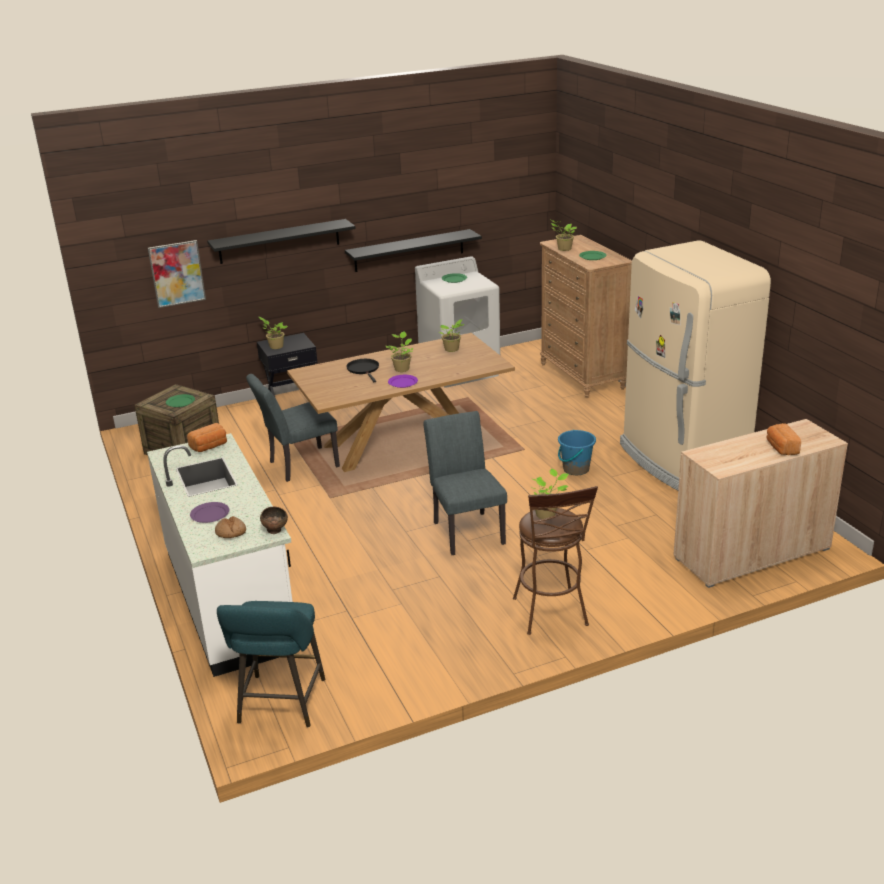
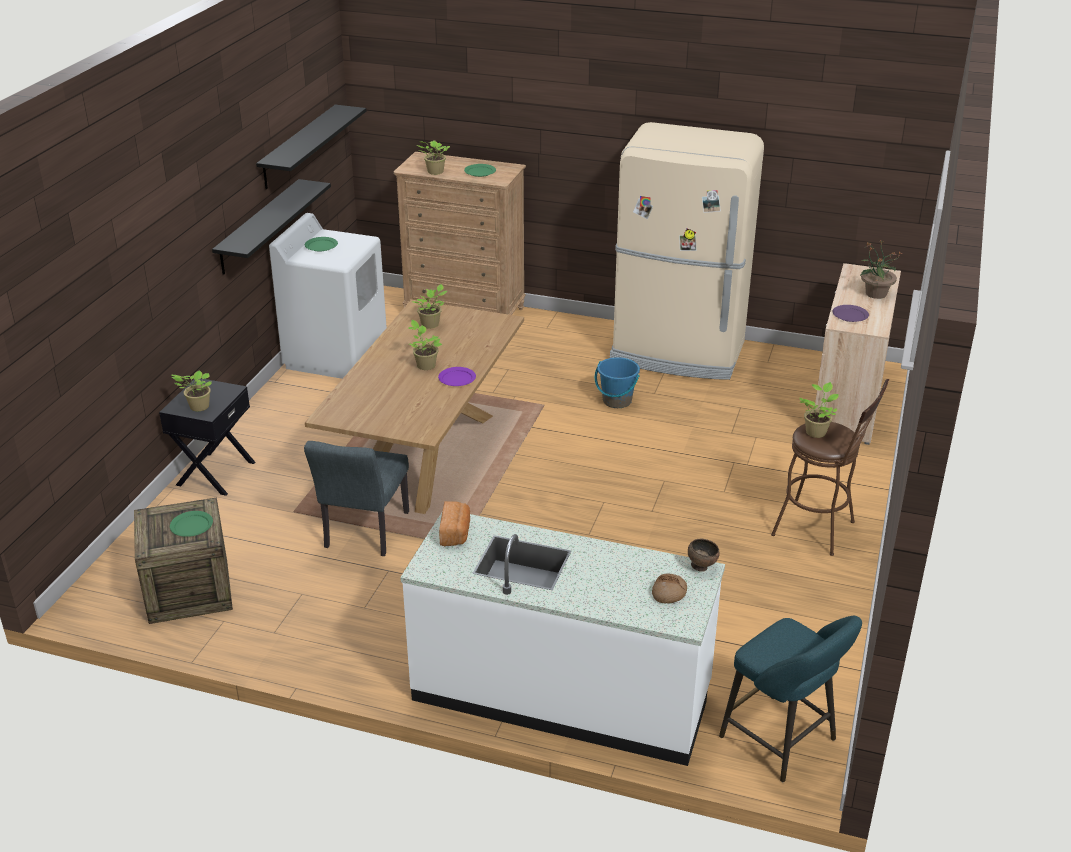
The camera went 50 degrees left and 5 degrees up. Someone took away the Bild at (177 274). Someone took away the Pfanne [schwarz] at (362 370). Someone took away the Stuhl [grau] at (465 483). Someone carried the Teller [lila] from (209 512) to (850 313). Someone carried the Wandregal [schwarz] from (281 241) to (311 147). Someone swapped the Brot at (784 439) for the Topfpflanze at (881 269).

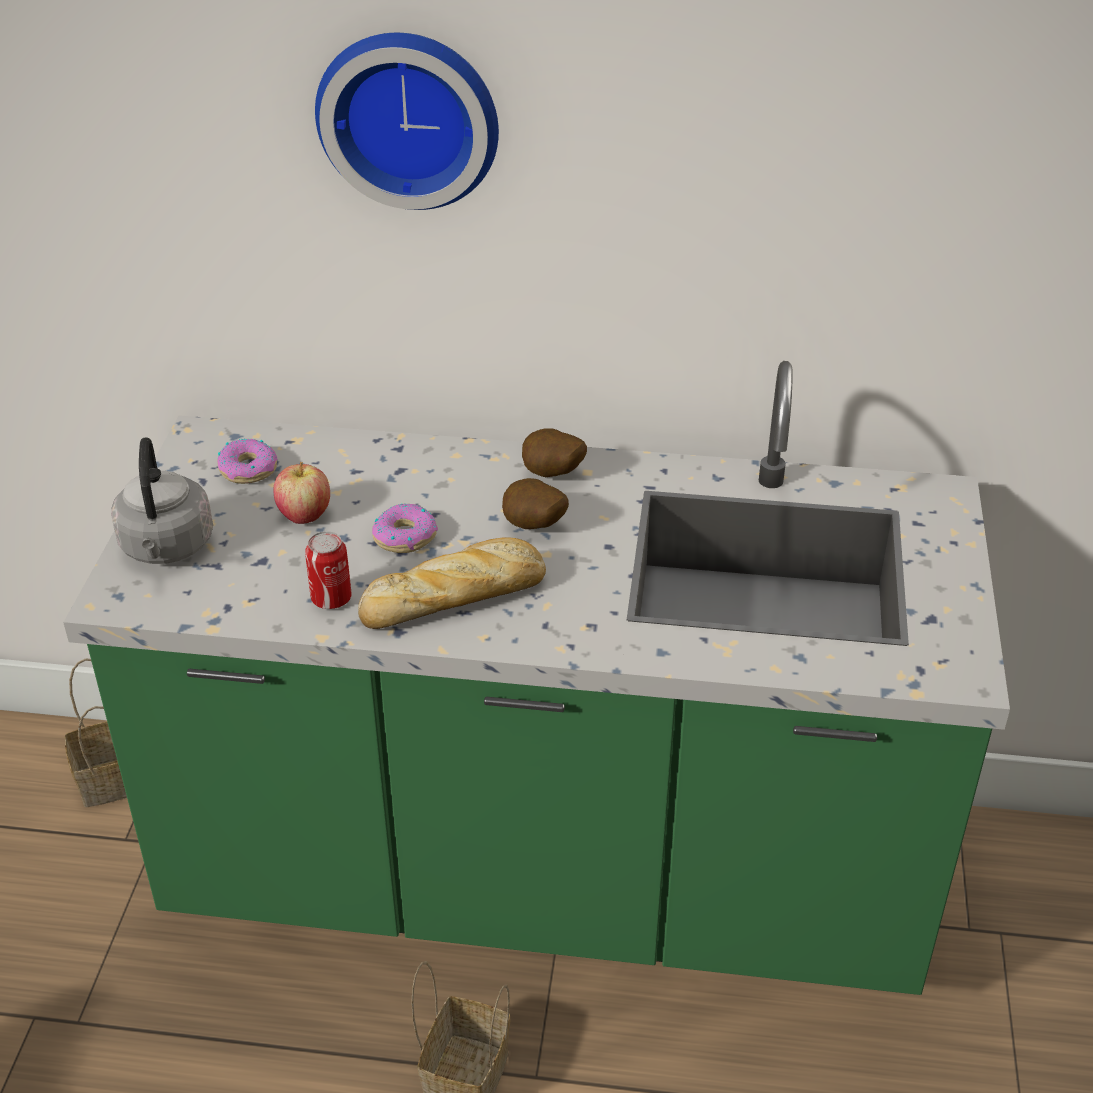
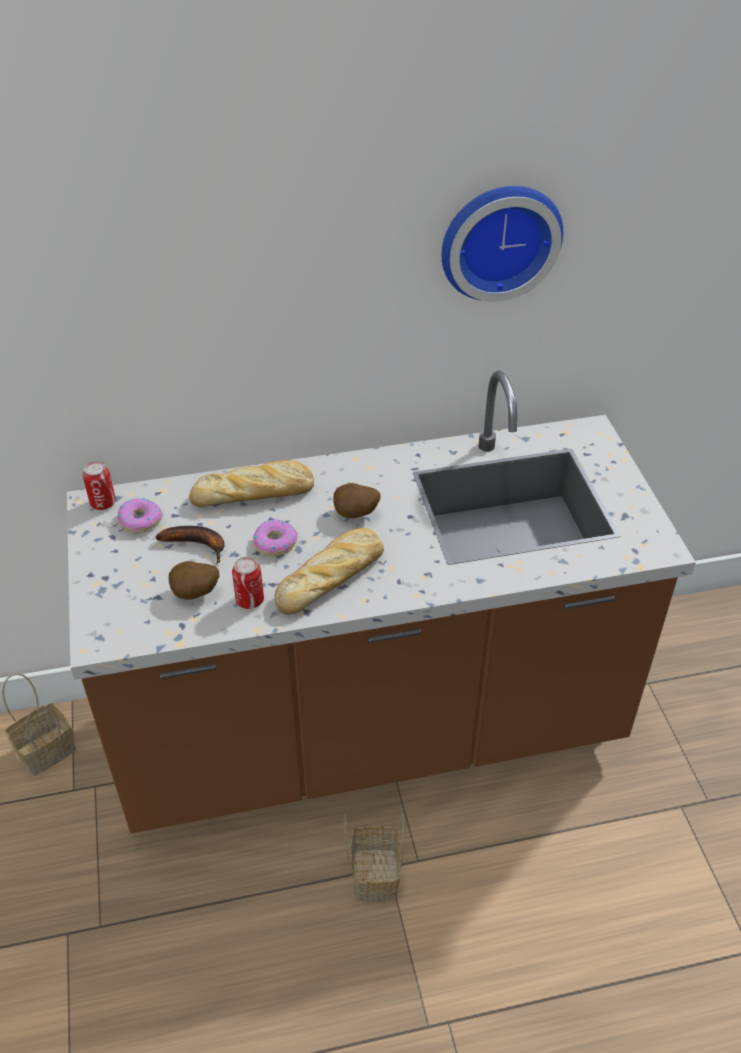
The camera went 20 degrees left and 5 degrees up. Someone took away the Wasserkessel [grau] at (162 500). Someone put down the Dose at (99 485). Someone put down the Brot at (251 483). Someone carried the Wanduhr from (407 121) to (502 244). Someone carried the Kartoffel from (554 452) to (194 580). Someone swapped the Apfel at (301 493) for the Banane at (190 544). Someone repainted the Küchenzeile [grün] at (536 678), which became the Küchenzeile [braun] at (381 602).

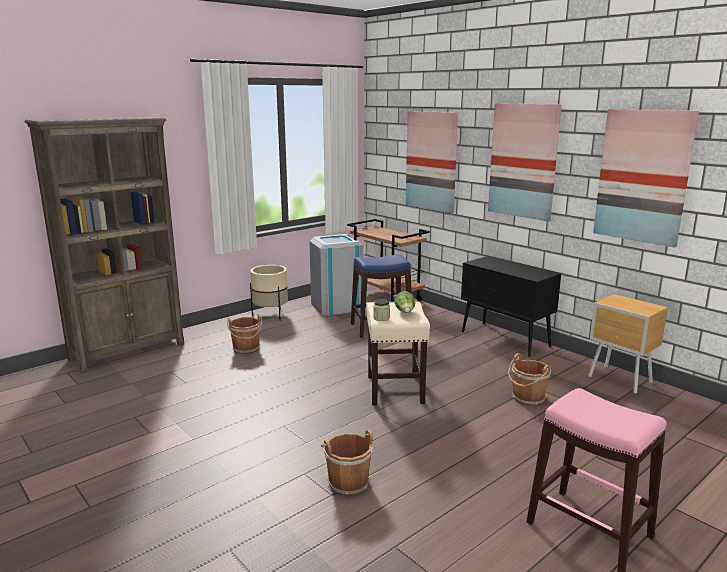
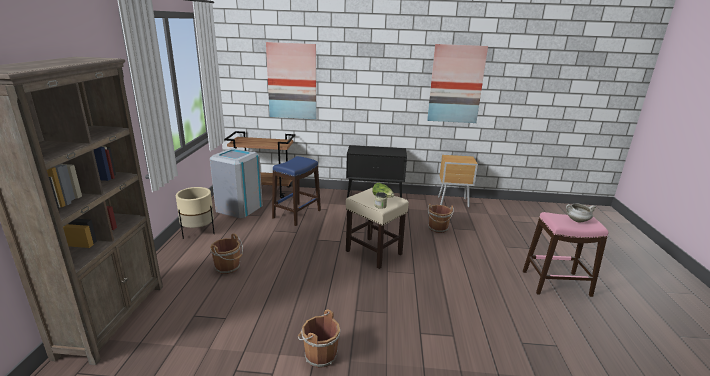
The camera went 45 degrees left and 5 degrees up. Someone took away the Bild at (525 162). Someone put down the Kochtopf [weiß] at (581 212). Someone carried the Eimer [braun] from (347 463) to (319 339).

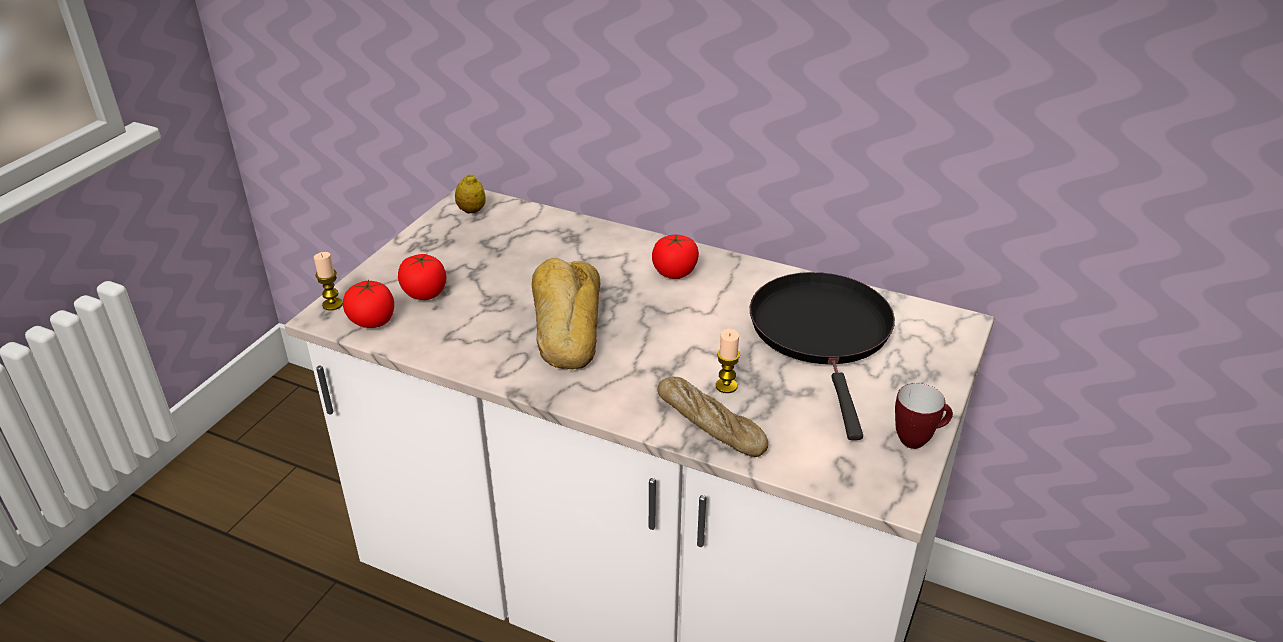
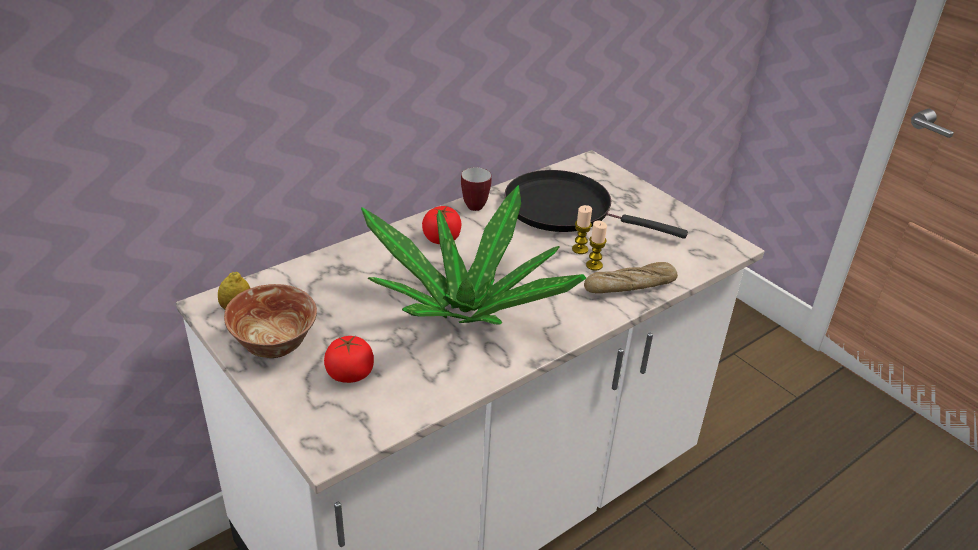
The camera went 65 degrees left and 0 degrees up. Someone took away the Tomate at (368 303). Someone put down the Schüssel at (270 321). Someone carried the Kerze from (328 281) to (582 229). Someone carried the Henkelbecher from (924 416) to (476 189). Someone swapped the Brot at (566 313) for the Topfpflanze at (473 255).

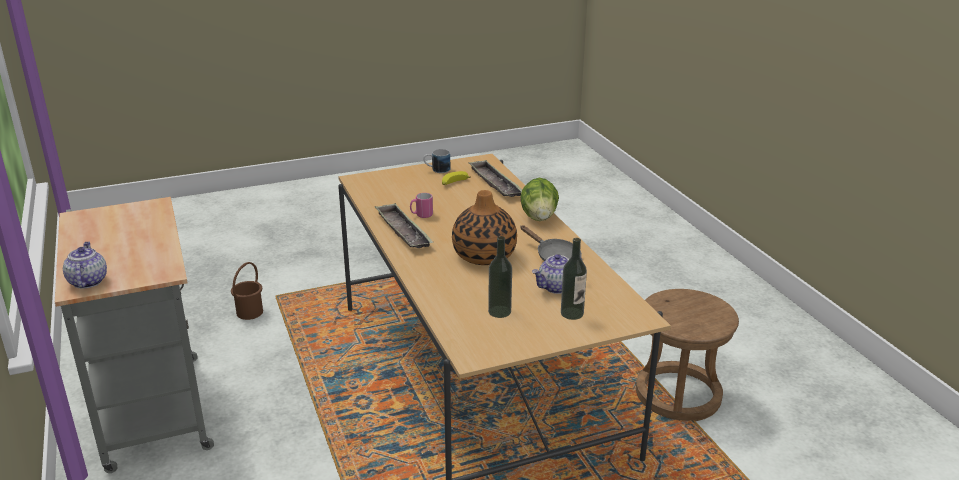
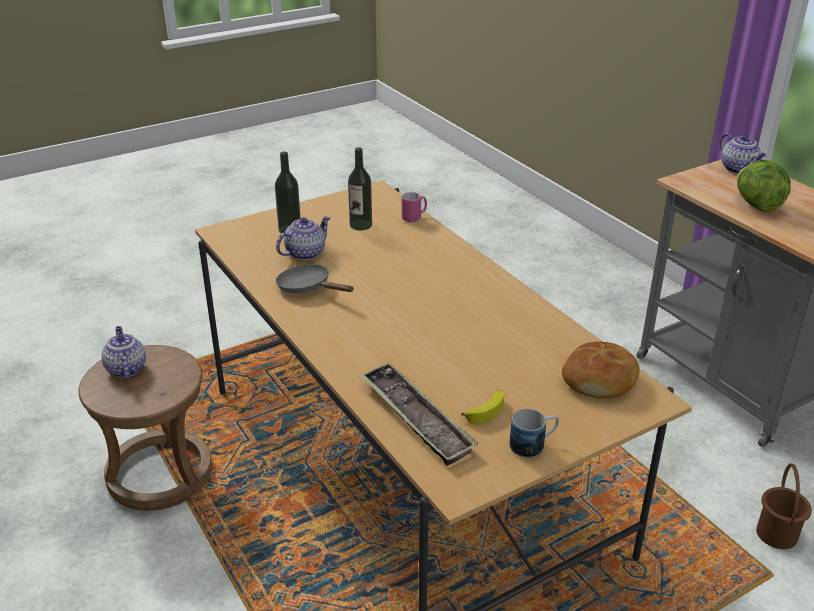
The camera went 170 degrees right and 5 degrees up. Someone took away the Tablett at (404 225). Someone took away the Vase at (484 227). Someone put down the Teekanne at (123 352). Someone put down the Brot at (601 369). Someone carried the Henkelbecher [rosa] from (421 205) to (414 207). Someone carried the Salatkopf from (539 199) to (764 186).

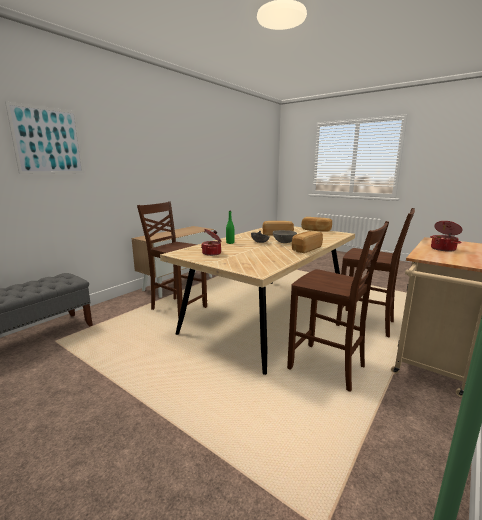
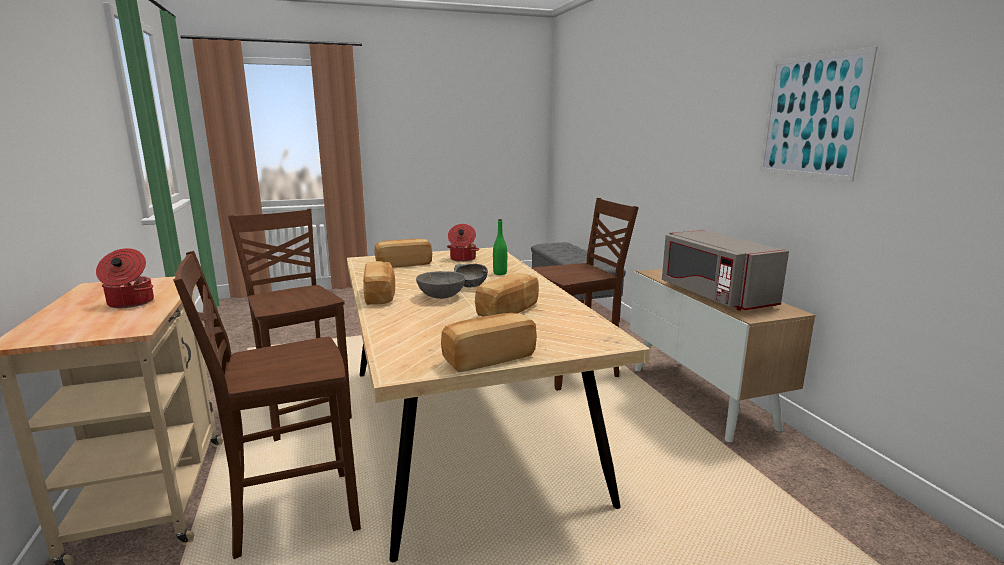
The camera went 125 degrees right and 0 degrees up. Someone put down the Brot at (403 253). Someone put down the Mikrowelle [grau] at (725 270). Someone carried the Bild from (44 137) to (818 114). Someone rotated the Stuhl [braun] at (338 306) by 75 degrees clockwise.

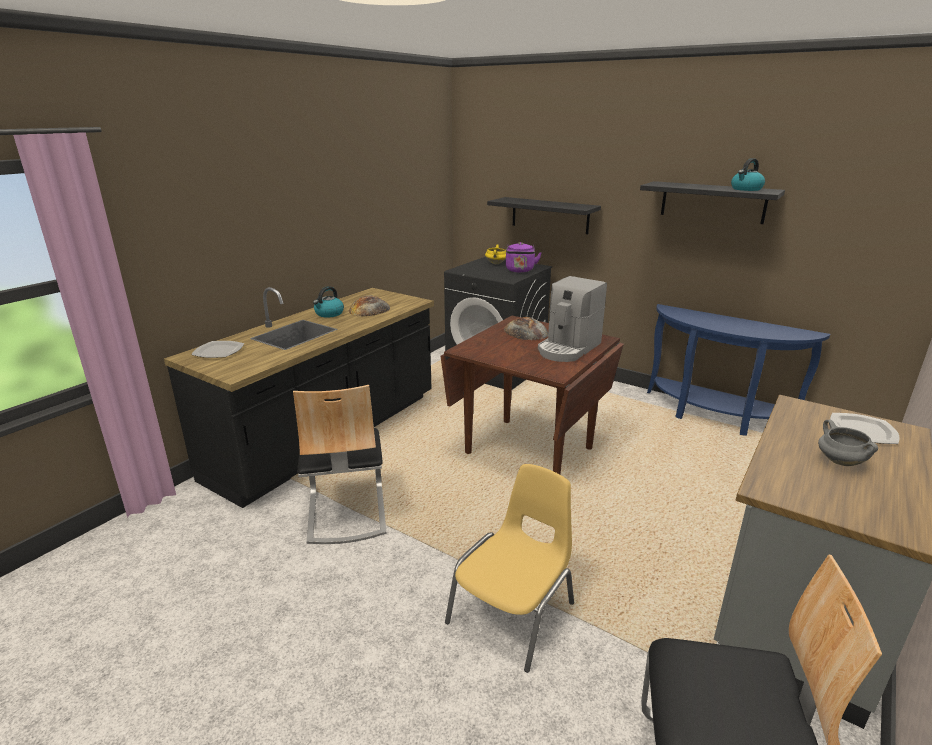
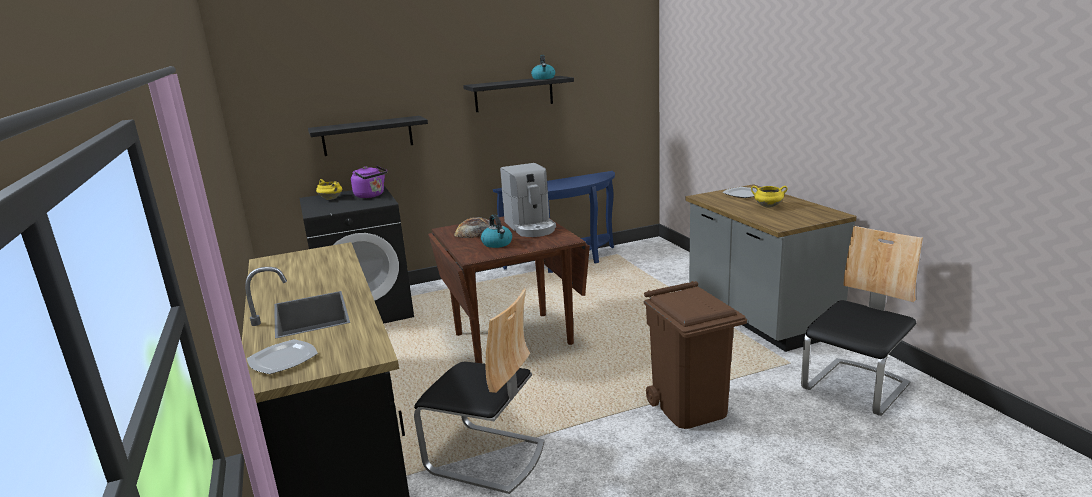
The camera went 55 degrees left and 5 degrees down. Someone took away the Brot at (369 306). Someone carried the Wasserkessel from (328 301) to (496 231). Someone swapped the Stuhl [gelb] at (509 568) for the Mülleimer [braun] at (695 355). Someone repainted the Kochtopf [grau] at (848 442), which became the Kochtopf [gelb] at (769 197).

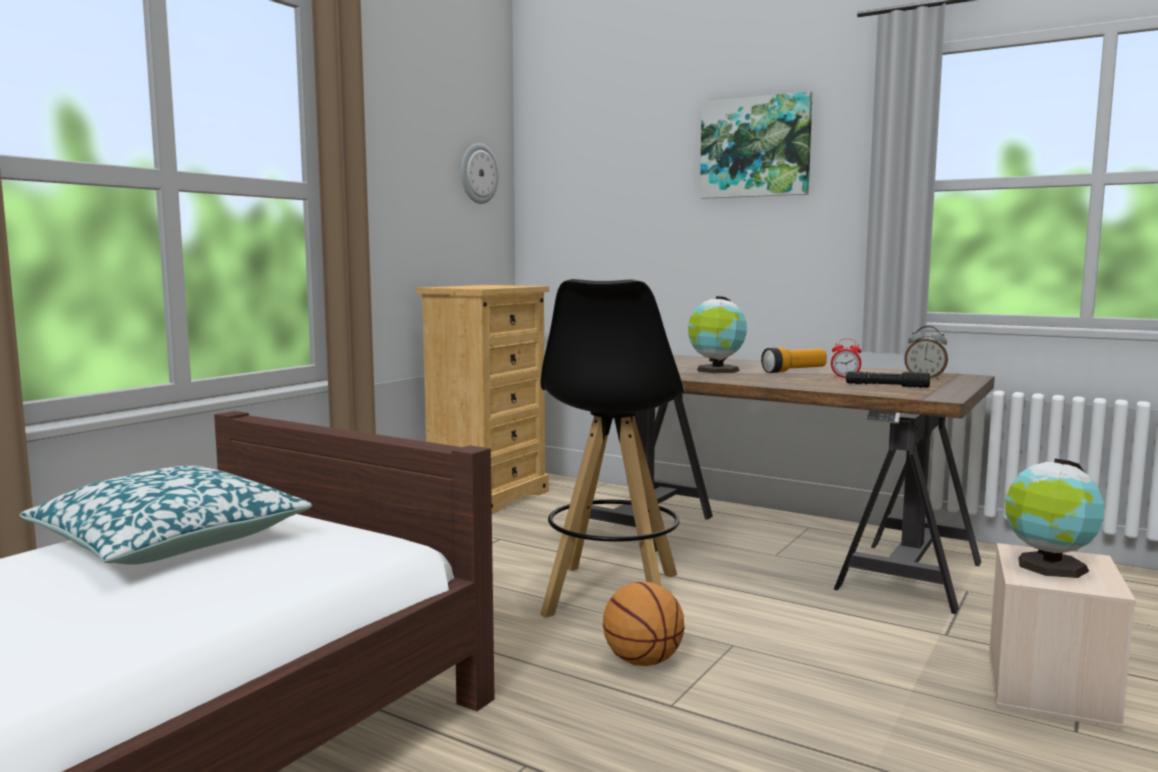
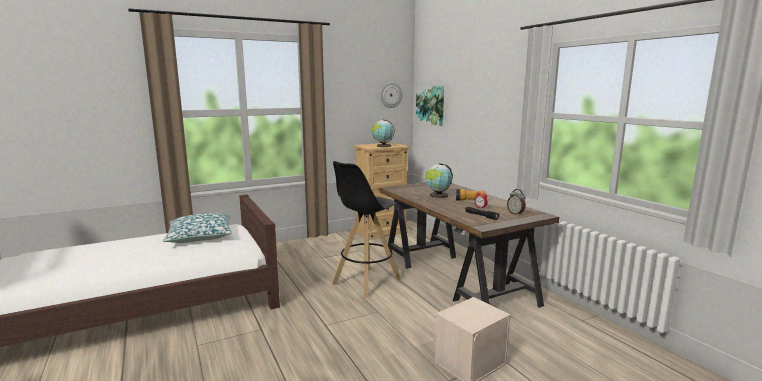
The camera went 30 degrees right and 5 degrees up. Someone took away the Basketball at (644 623). Someone carried the Bild from (756 145) to (430 106). Someone carried the Globus from (1054 518) to (383 133).

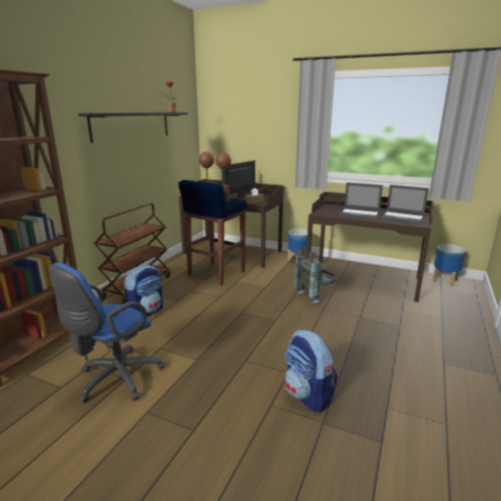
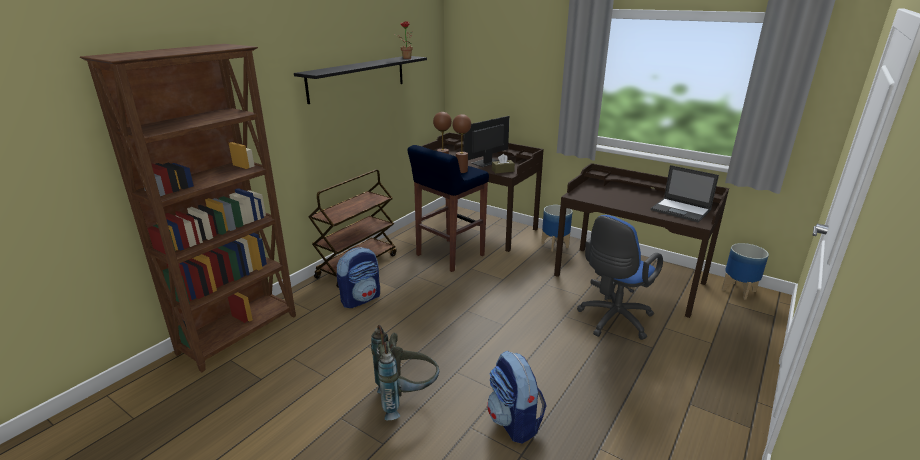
The camera went 10 degrees right and 5 degrees up. Someone took away the Laptop at (361 201). Someone carried the Bürostuhl [blau] from (107 333) to (620 277). Someone carried the Rucksack [grau] from (316 275) to (405 372).

